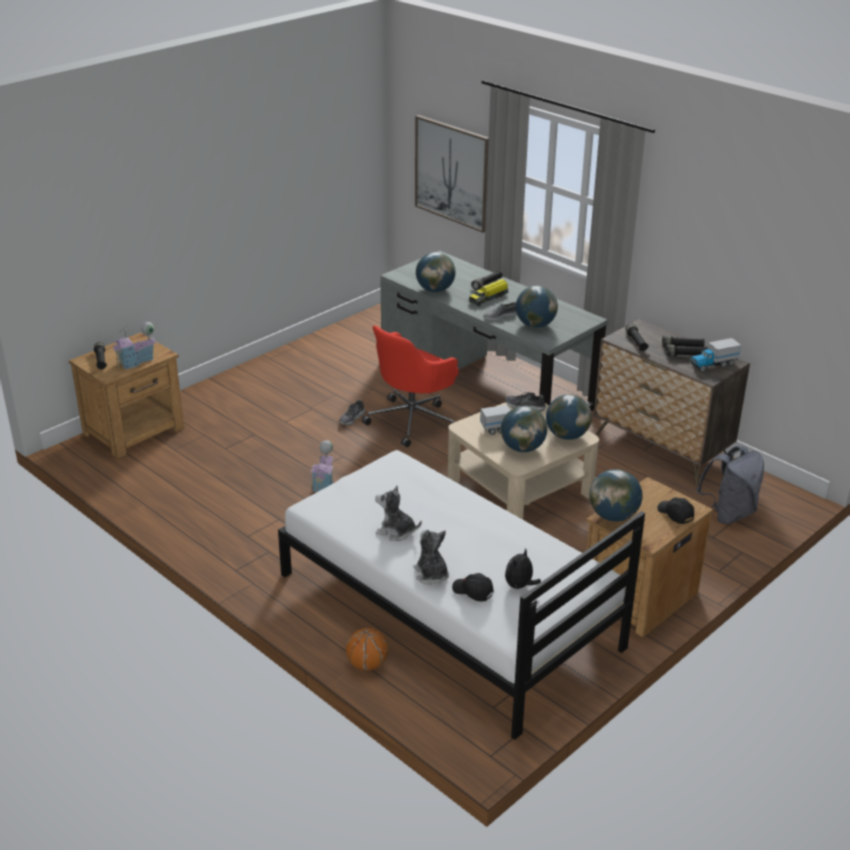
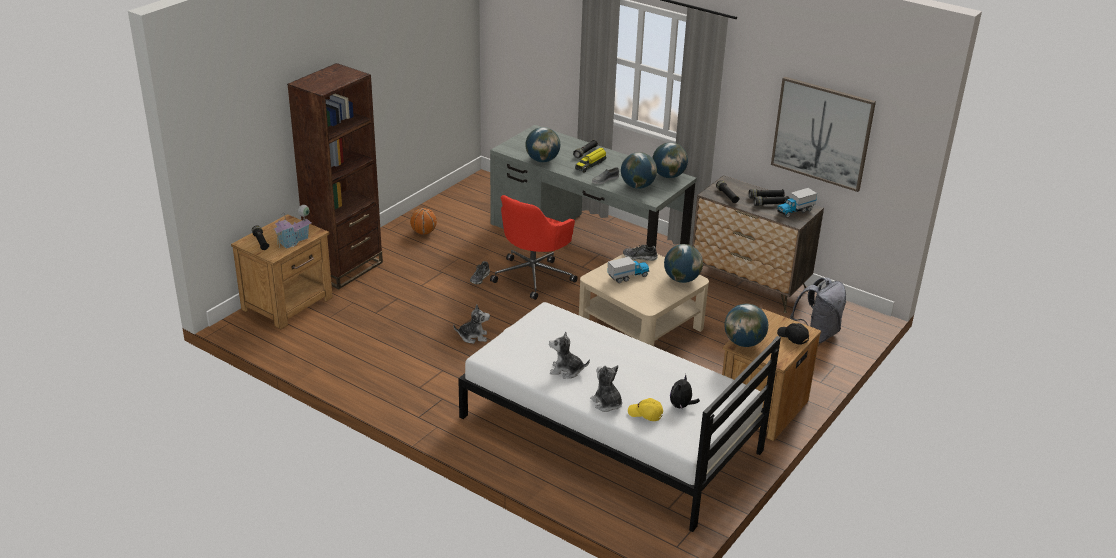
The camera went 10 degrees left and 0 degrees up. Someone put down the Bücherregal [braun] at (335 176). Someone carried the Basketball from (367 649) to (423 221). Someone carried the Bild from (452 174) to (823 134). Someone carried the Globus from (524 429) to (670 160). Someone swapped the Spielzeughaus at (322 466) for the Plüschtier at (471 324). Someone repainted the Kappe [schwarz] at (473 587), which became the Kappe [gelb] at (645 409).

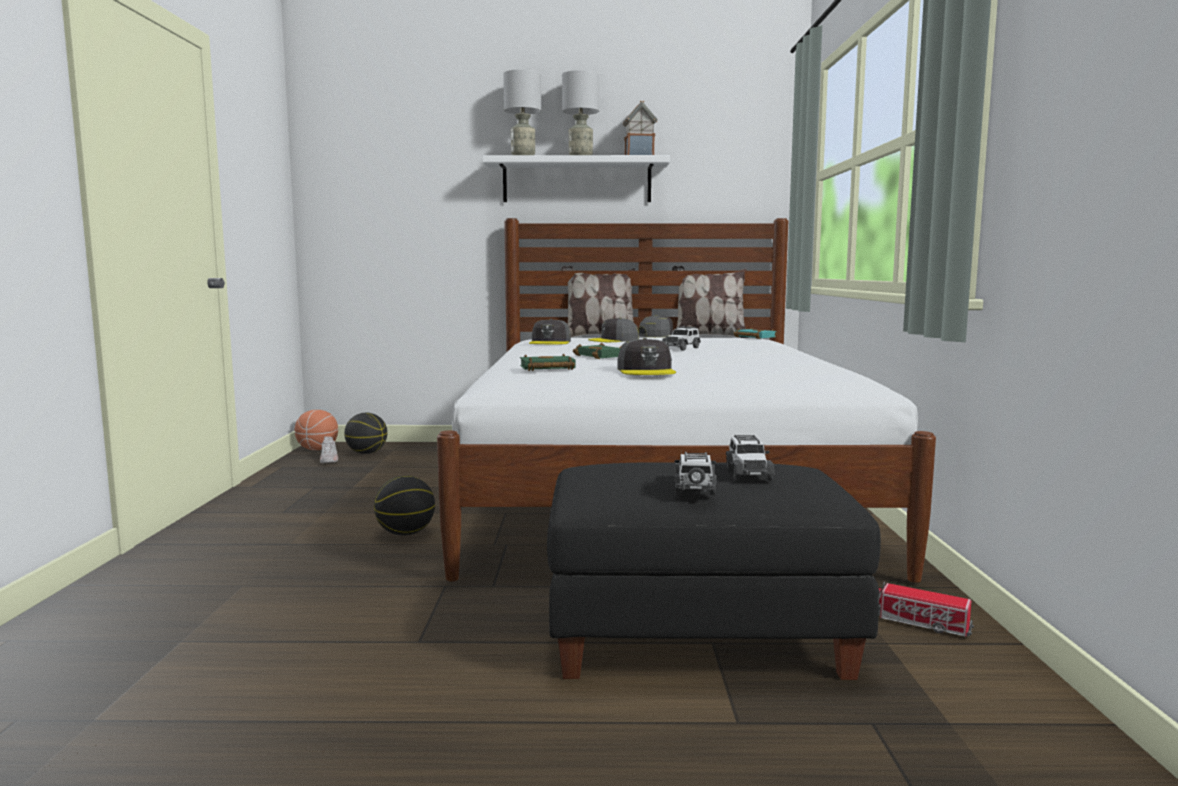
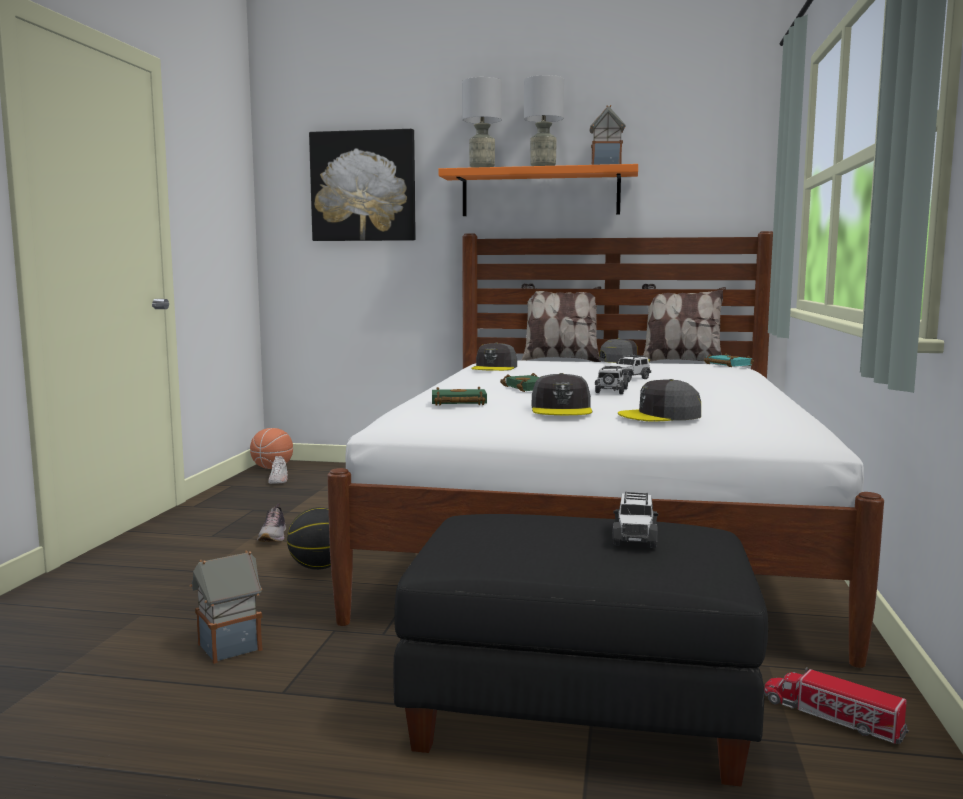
The camera went 10 degrees right and 0 degrees up. Someone took away the Basketball at (365 433). Someone put down the Spielzeughaus at (226 607). Someone put down the Schuh at (271 523). Someone put up the Bild at (362 185). Someone carried the Kappe [grau] from (613 329) to (659 400). Someone carried the Spielzeugauto from (696 473) to (612 380). Someone repainted the Wandregal [weiß] at (576 178), which became the Wandregal [orange] at (538 190).

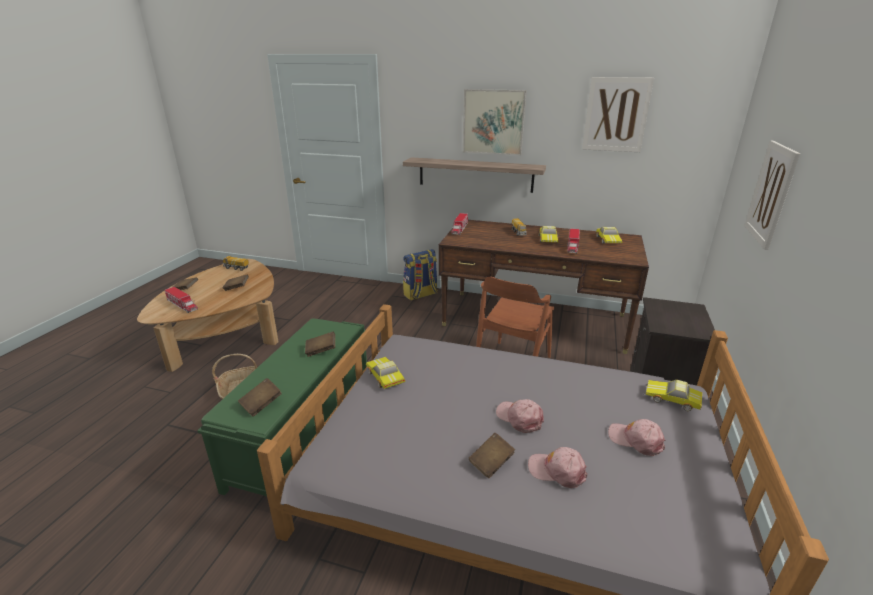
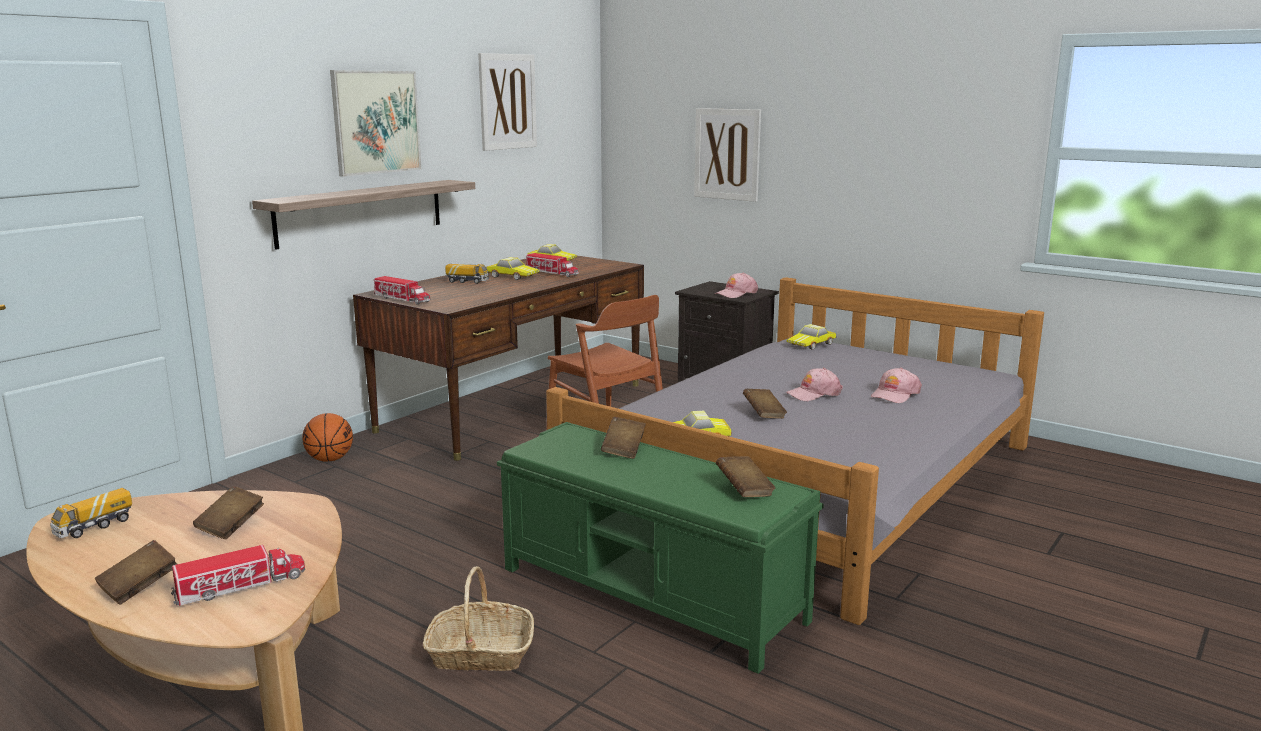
The camera went 70 degrees left and 10 degrees down. Someone carried the Buch [braun] from (491 455) to (765 404). Someone carried the Kappe [rosa] from (636 437) to (736 285). Someone swapped the Rucksack at (420 274) for the Basketball at (327 437).

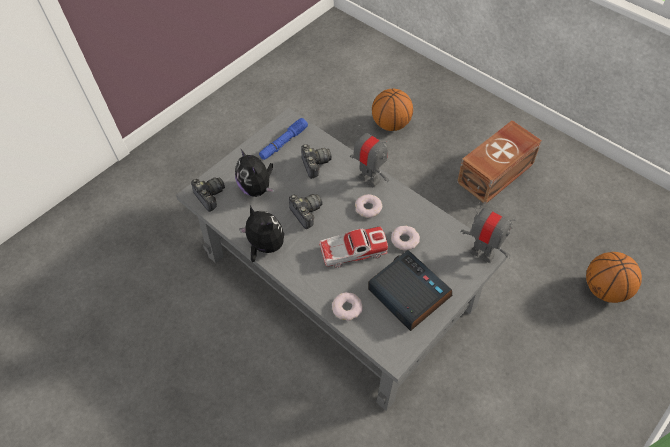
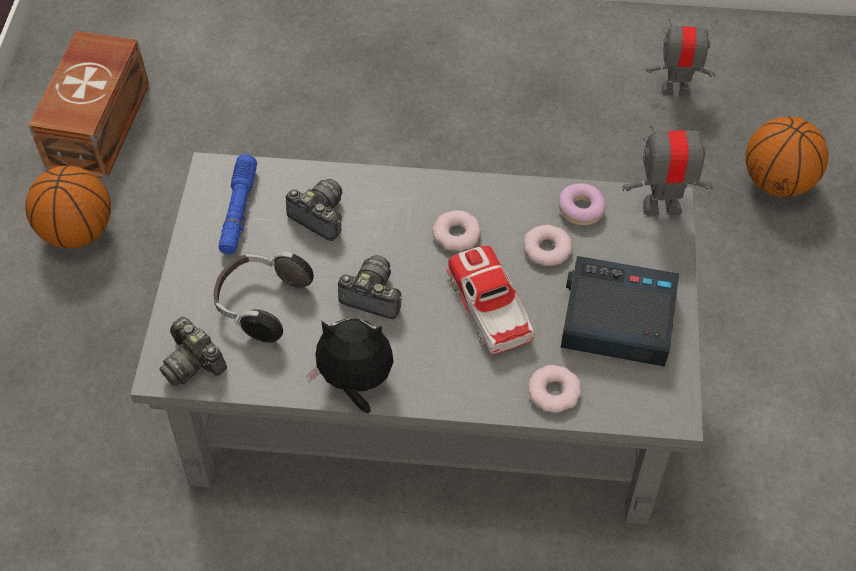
The camera went 40 degrees left and 0 degrees up. Someone put down the Donut at (582 204). Someone carried the Spielzeugroboter from (369 156) to (682 57). Someone carried the Basketball from (392 110) to (68 207). Someone carried the Aufbewahrungsbox [braun] from (499 162) to (88 105). Someone swapped the Plüschtier at (254 172) for the Kopfhörer at (264 297). Someone rotated the Kamera at (208 194) by 150 degrees counterclockwise. Someone rotated the Spielzeugauto at (353 247) by 60 degrees counterclockwise.

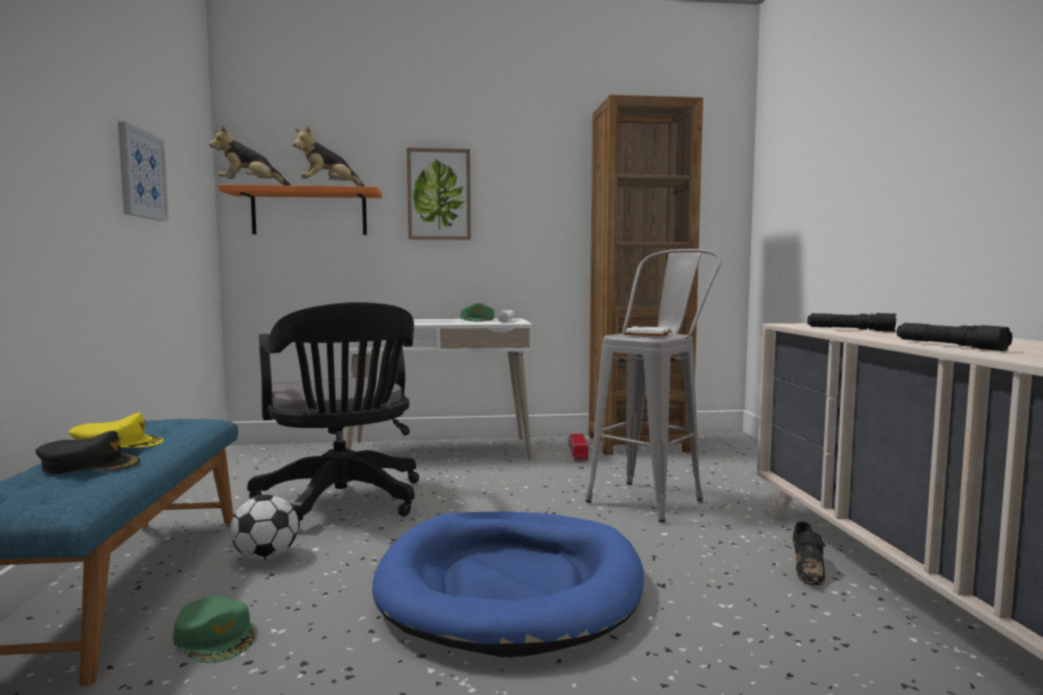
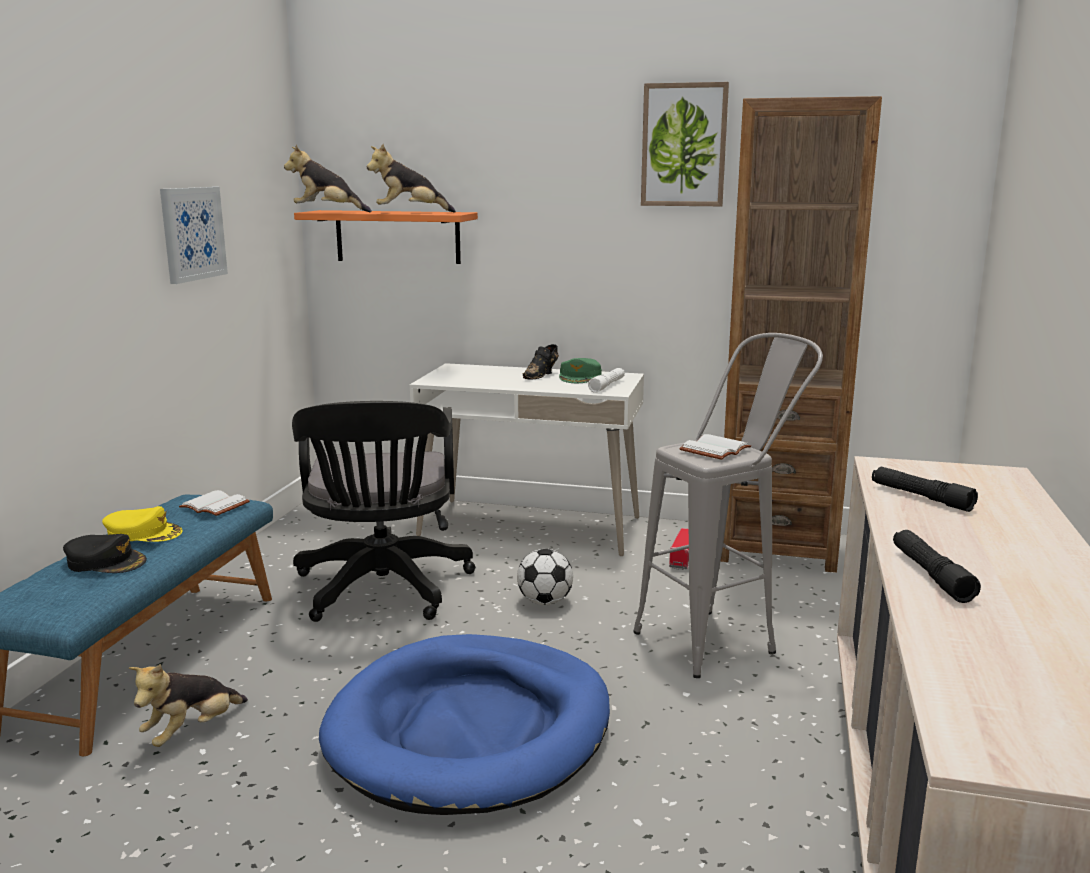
The camera went 20 degrees right and 10 degrees up. Someone put down the Buch [weiß] at (214 503). Someone carried the Fußball from (264 527) to (545 577). Someone carried the Bild from (439 194) to (685 144). Someone carried the Schuh [schwarz] from (809 553) to (541 361). Someone swapped the Kappe [grün] at (214 629) for the Plüschtier at (188 705).

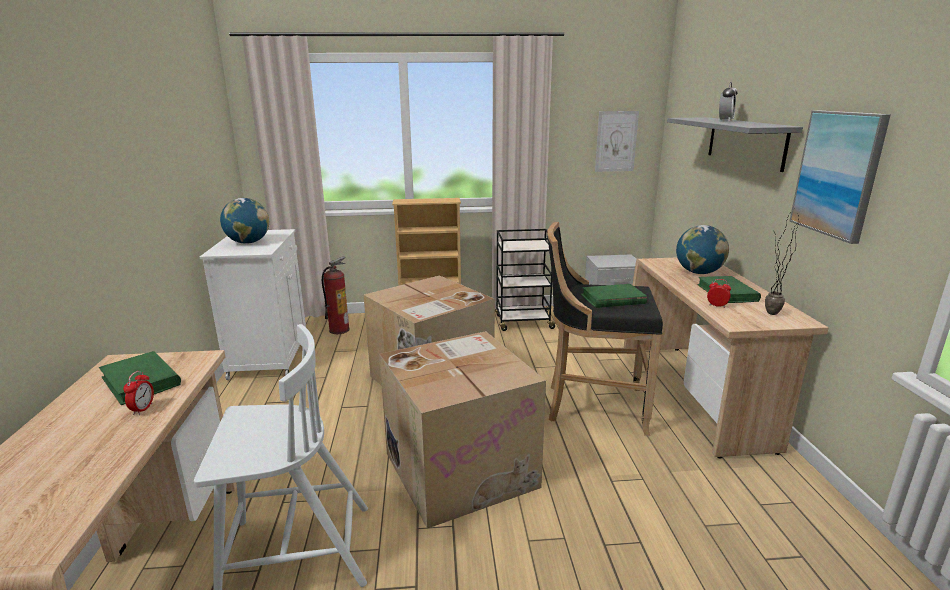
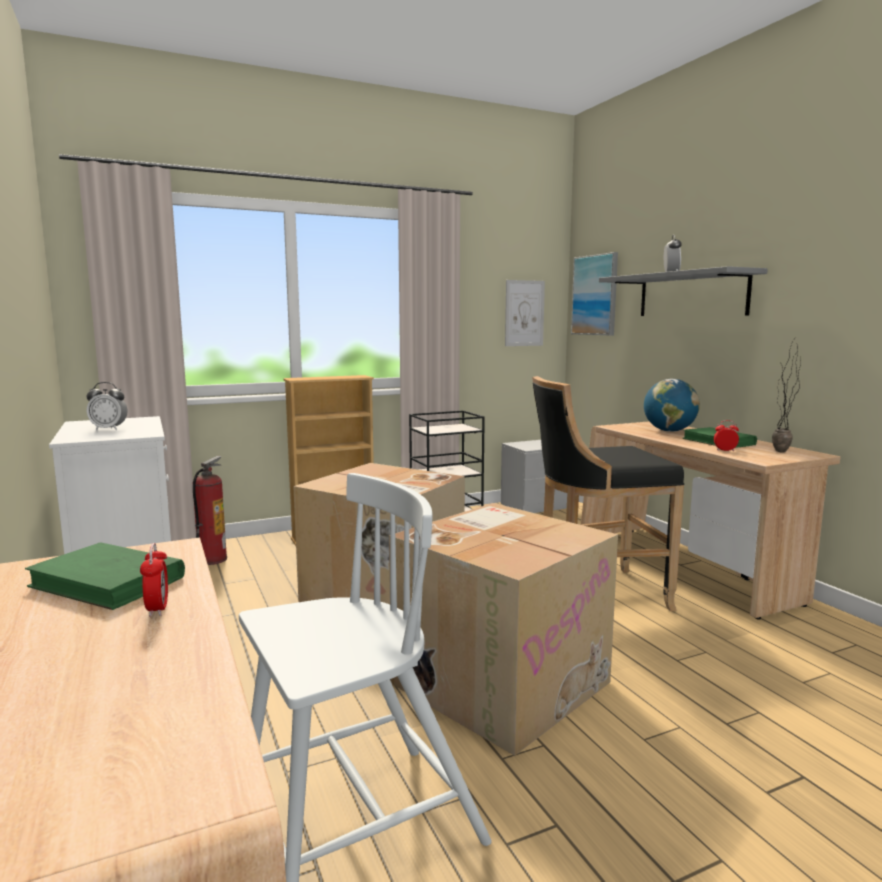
The camera went 20 degrees left and 10 degrees down. Someone took away the Buch [grün] at (614 296). Someone carried the Bild from (840 177) to (594 293). Someone swapped the Globus at (244 221) for the Wecker at (107 406).

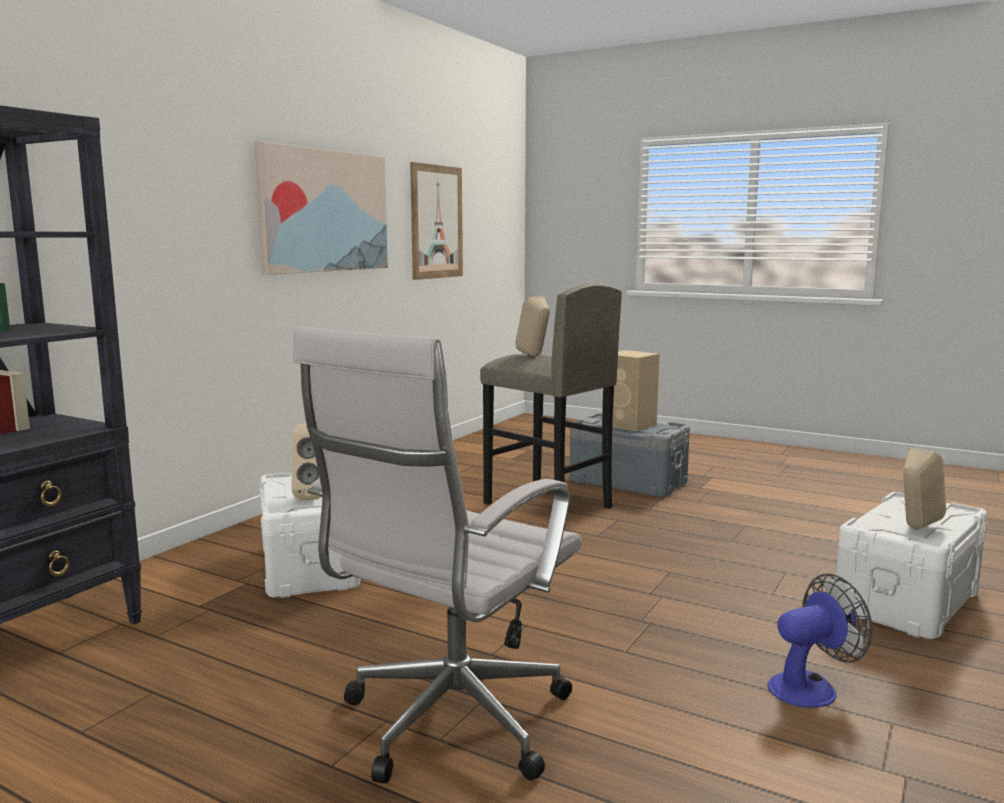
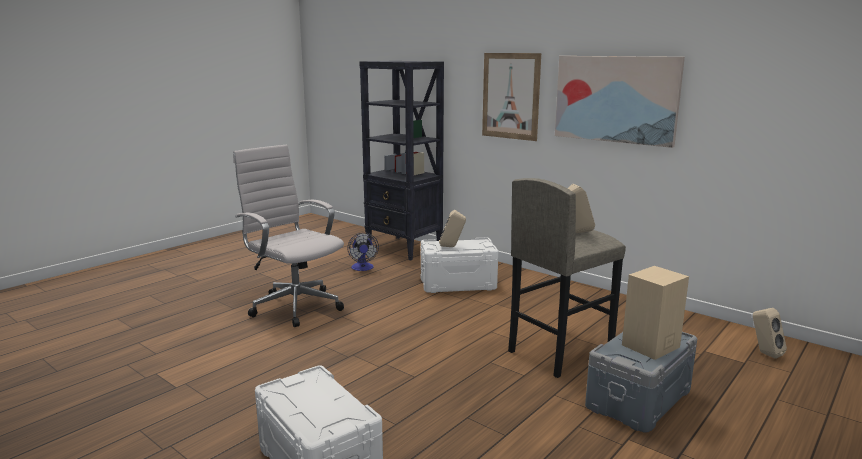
The camera went 100 degrees right and 5 degrees up. Someone carried the Bild from (436 221) to (511 97). Someone carried the Ventilator from (819 641) to (363 252). Someone carried the Lautsprecher [beige] from (924 488) to (770 333).

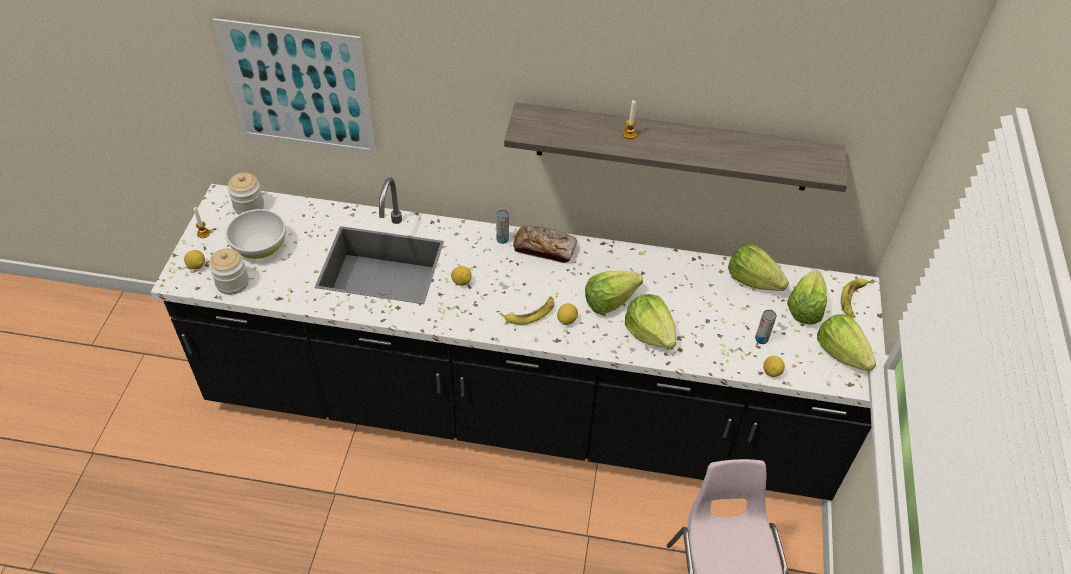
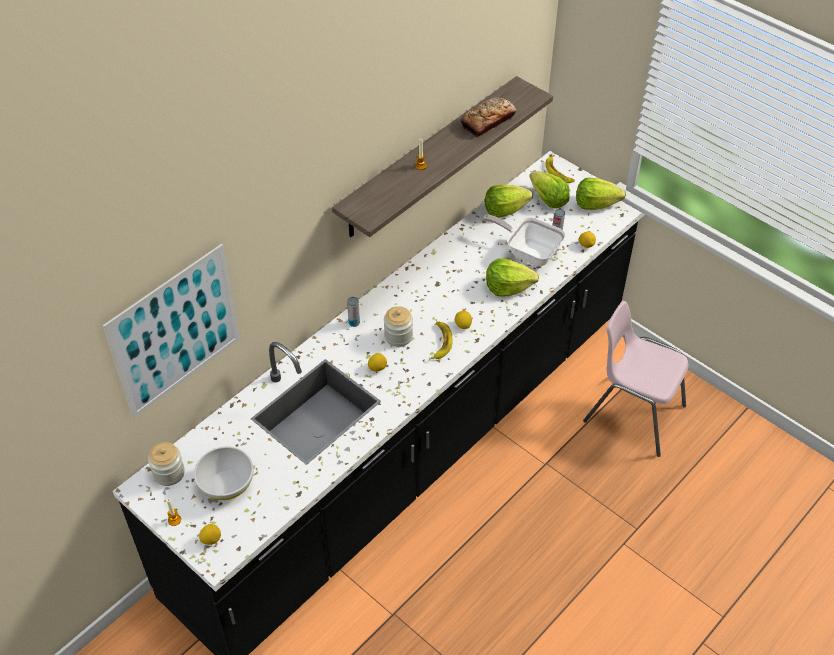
The camera went 55 degrees left and 0 degrees up. Someone took away the Salatkopf at (614 292). Someone put down the Pfanne at (524 241). Someone carried the Vorratsglas from (229 271) to (398 326). Someone carried the Brot from (545 244) to (488 117).

